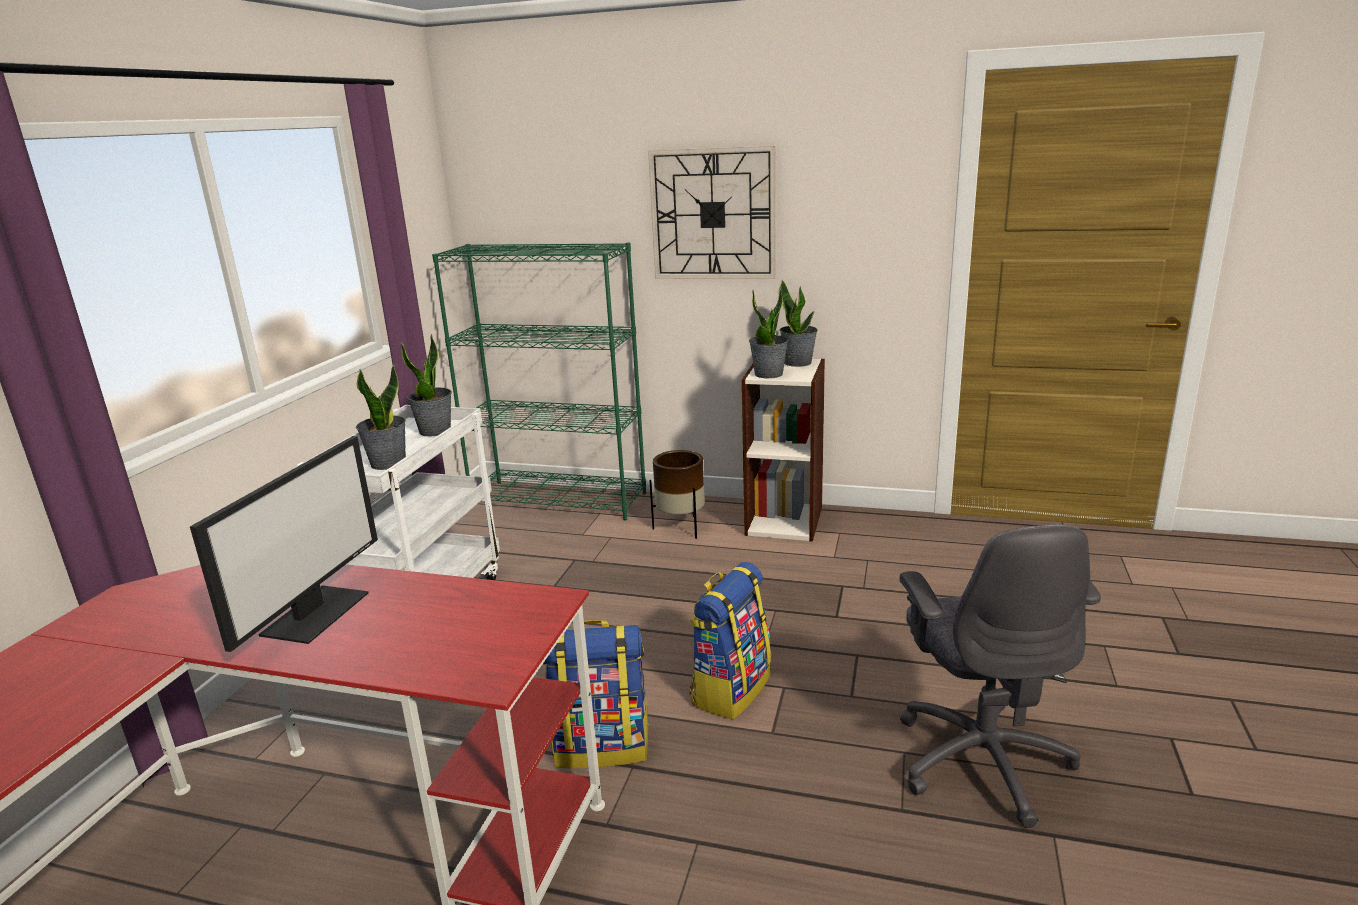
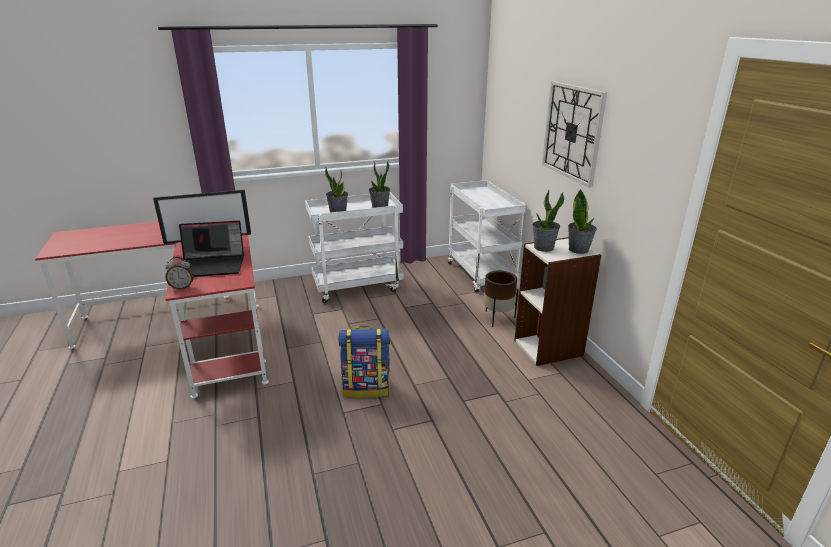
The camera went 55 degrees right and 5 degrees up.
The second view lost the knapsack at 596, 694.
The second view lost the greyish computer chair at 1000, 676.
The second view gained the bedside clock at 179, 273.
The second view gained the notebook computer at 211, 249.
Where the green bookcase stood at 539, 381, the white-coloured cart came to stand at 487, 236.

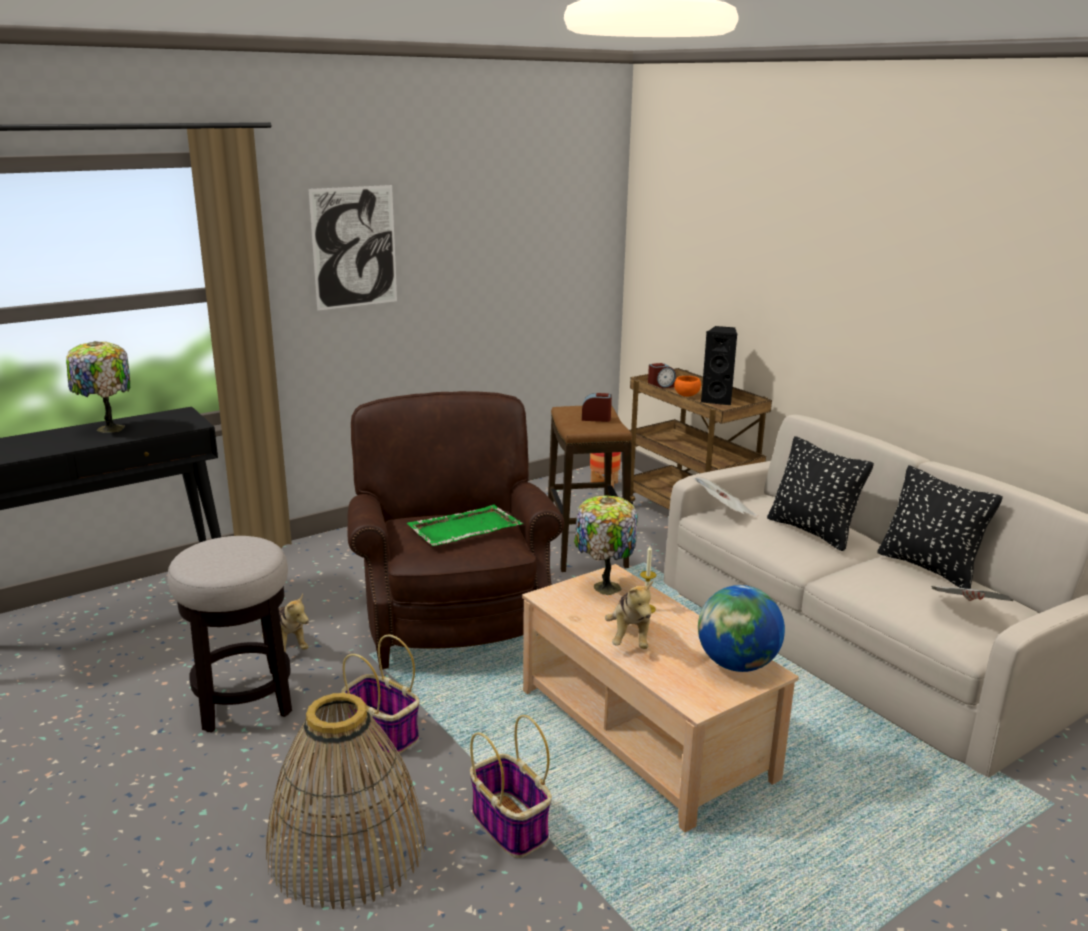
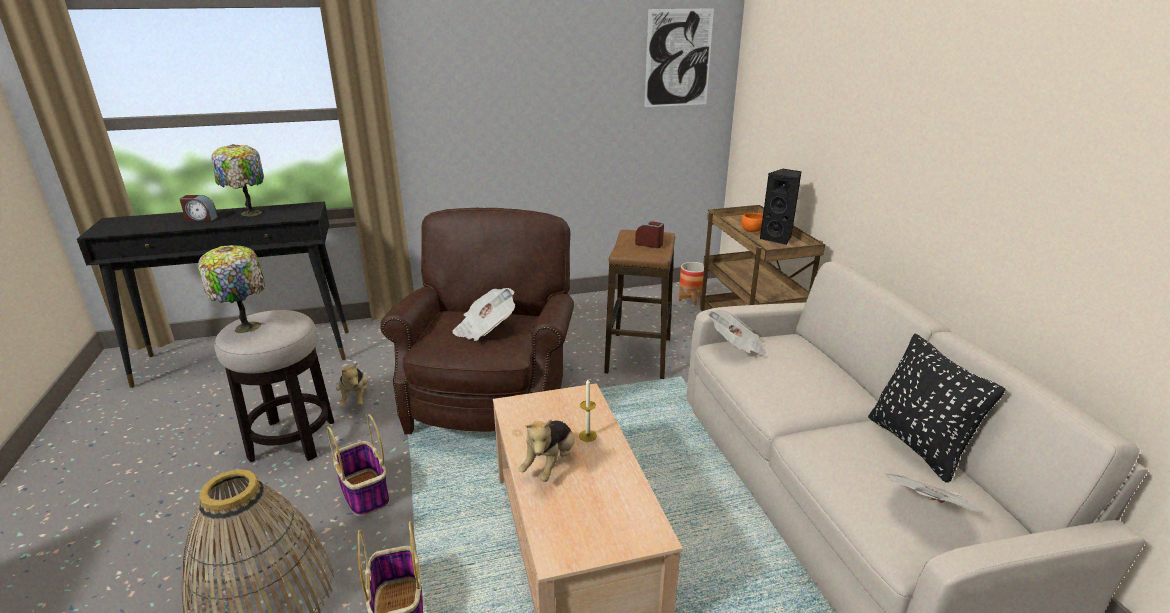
The camera went 20 degrees right and 5 degrees up.
The second view lost the desk globe at 741, 628.
The second view lost the blackish throw pillow at 820, 493.
The picture ended up elsewhere, having gone from 352, 248 to 679, 57.
The tabletop lamp ended up elsewhere, having gone from 606, 545 to 231, 289.
The bedside clock ended up elsewhere, having gone from 662, 375 to 199, 208.
Where the green carrying tray stood at 465, 525, the daily paper came to stand at 484, 314.

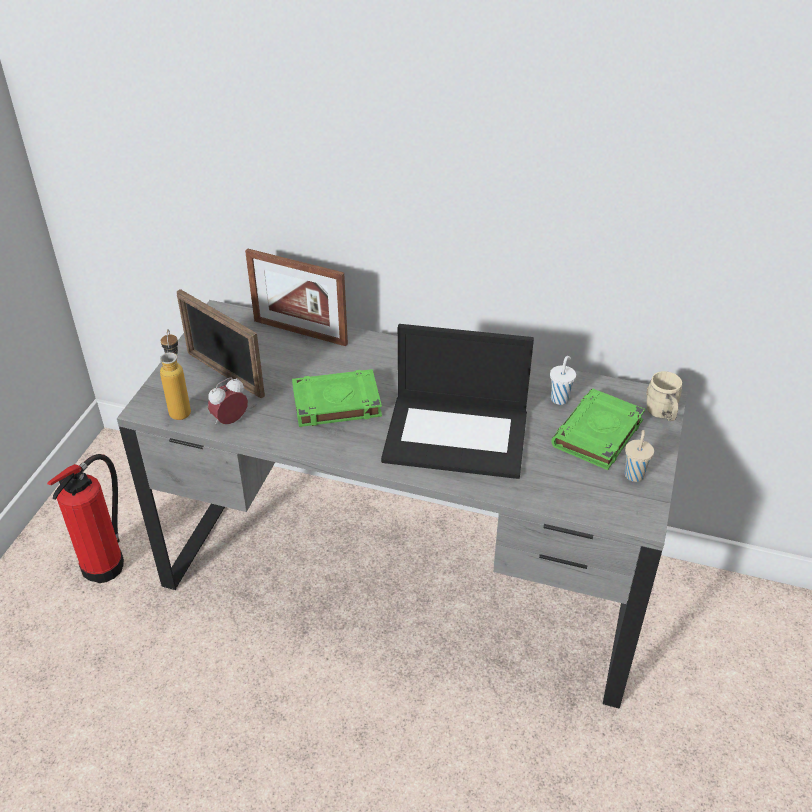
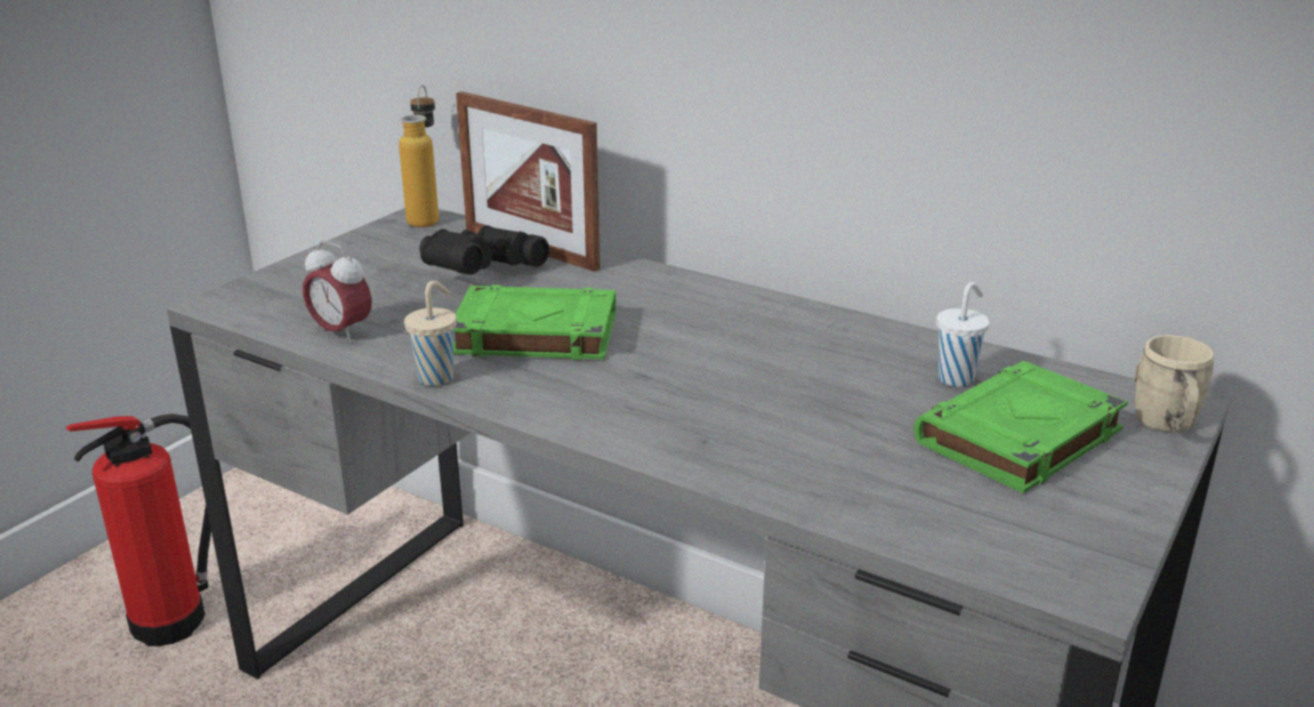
The camera went 15 degrees right and 15 degrees down.
The second view lost the picture frame at 221, 344.
The second view lost the notebook computer at 457, 401.
The second view gained the blackish pair of binoculars at 484, 250.
The beverage bottle ended up elsewhere, having gone from 175, 374 to 419, 156.
The beige-coloured cup ended up elsewhere, having gone from 639, 456 to 430, 333.
The bedside clock at 228, 400 ended up facing another way, 120 degrees counterclockwise from before.

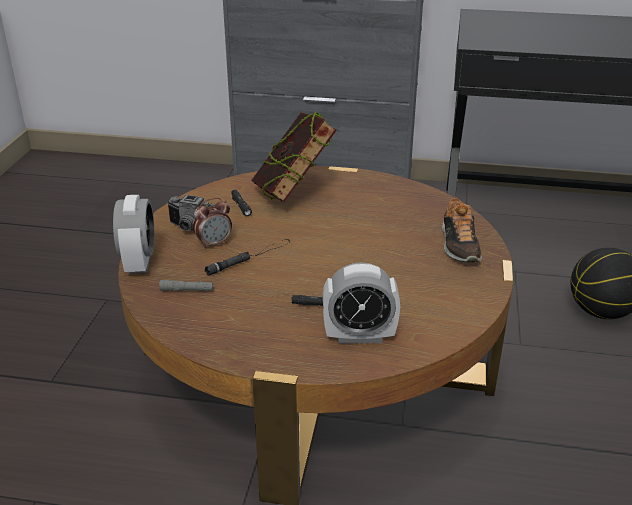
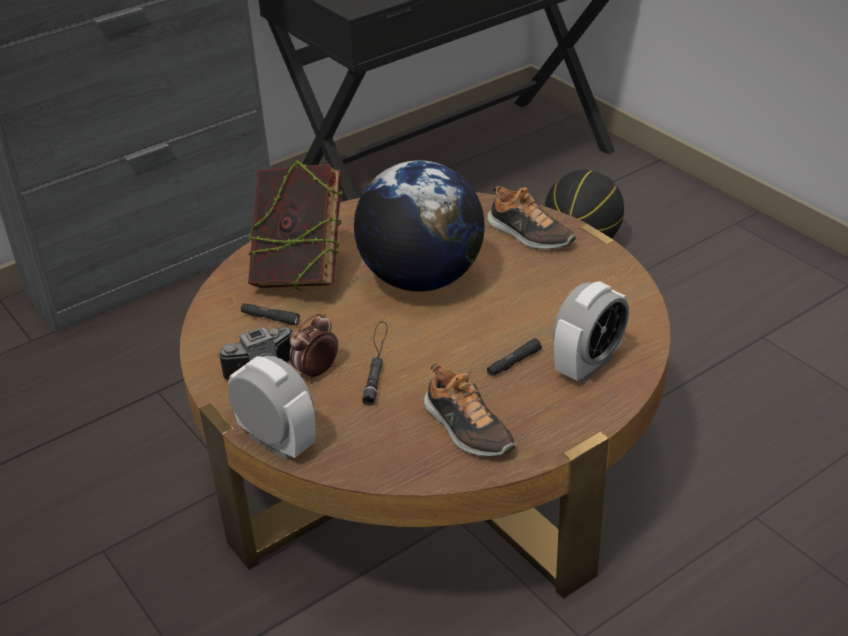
The camera went 45 degrees left and 5 degrees up.
The second view lost the greyish flashlight at 186, 285.
The second view gained the desk globe at 419, 226.
The second view gained the shoe at 470, 410.
The bedside clock at 212, 223 ended up facing another way, 150 degrees counterclockwise from before.

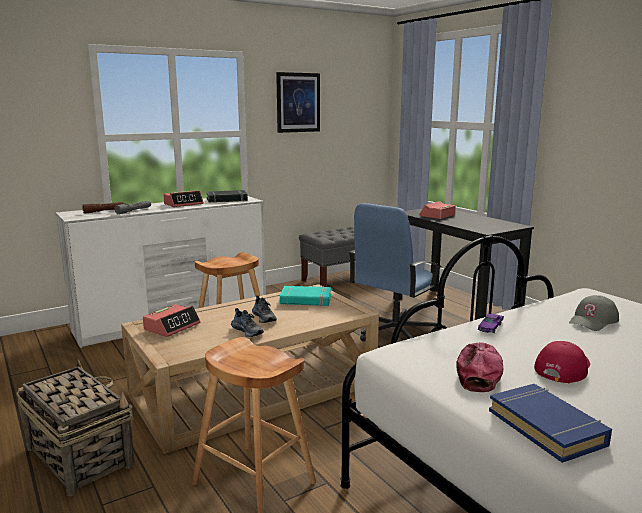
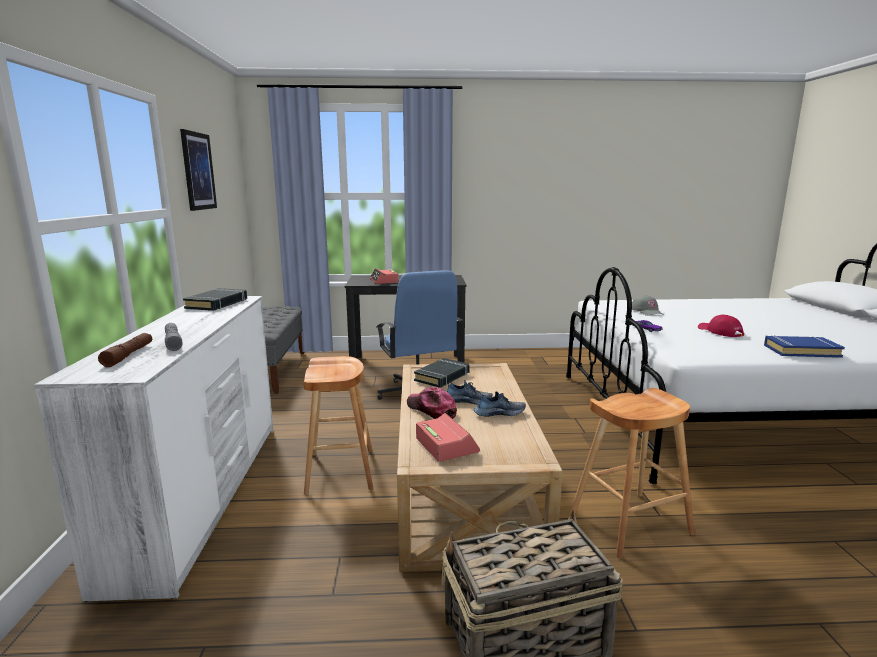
The camera went 60 degrees left and 0 degrees up.
The second view lost the bedside clock at 183, 199.
The baseball cap ended up elsewhere, having gone from 479, 367 to 432, 403.
What was the blue-green bound book at 305, 296 turned into the blackish bound book at 442, 373.

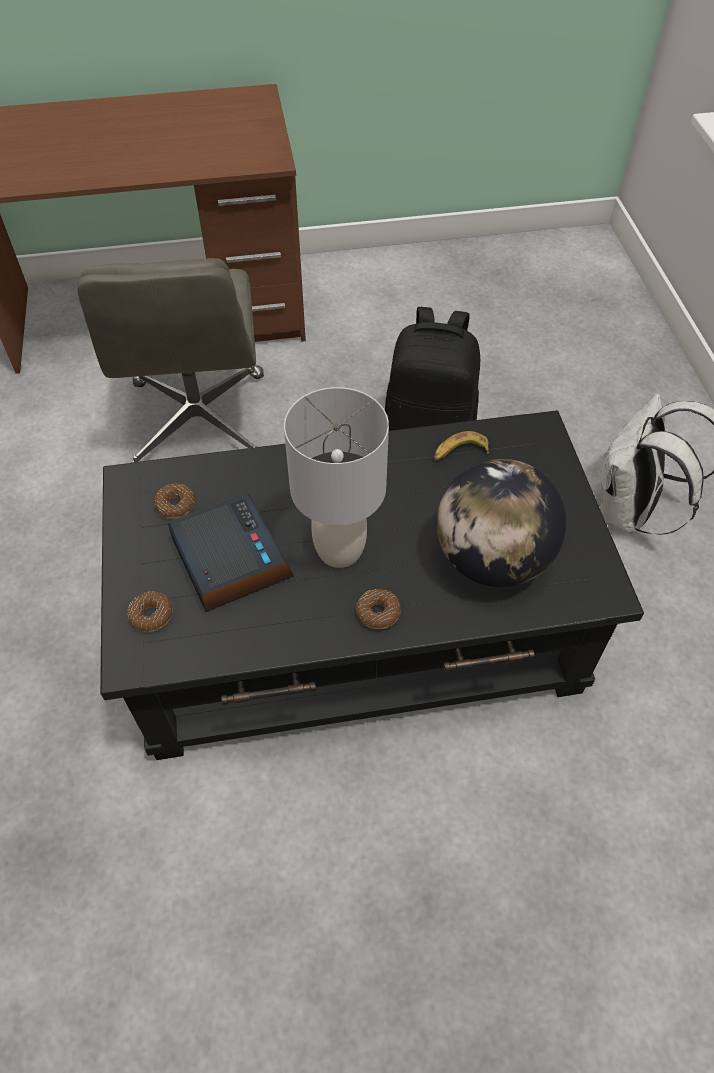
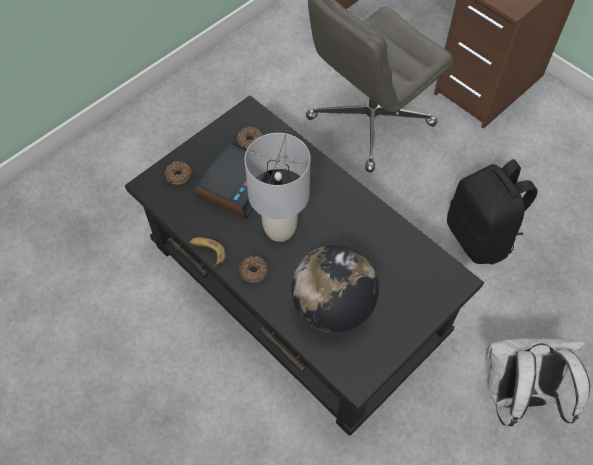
The camera went 55 degrees right and 5 degrees up.
The banana fruit ended up elsewhere, having gone from 461, 446 to 207, 252.

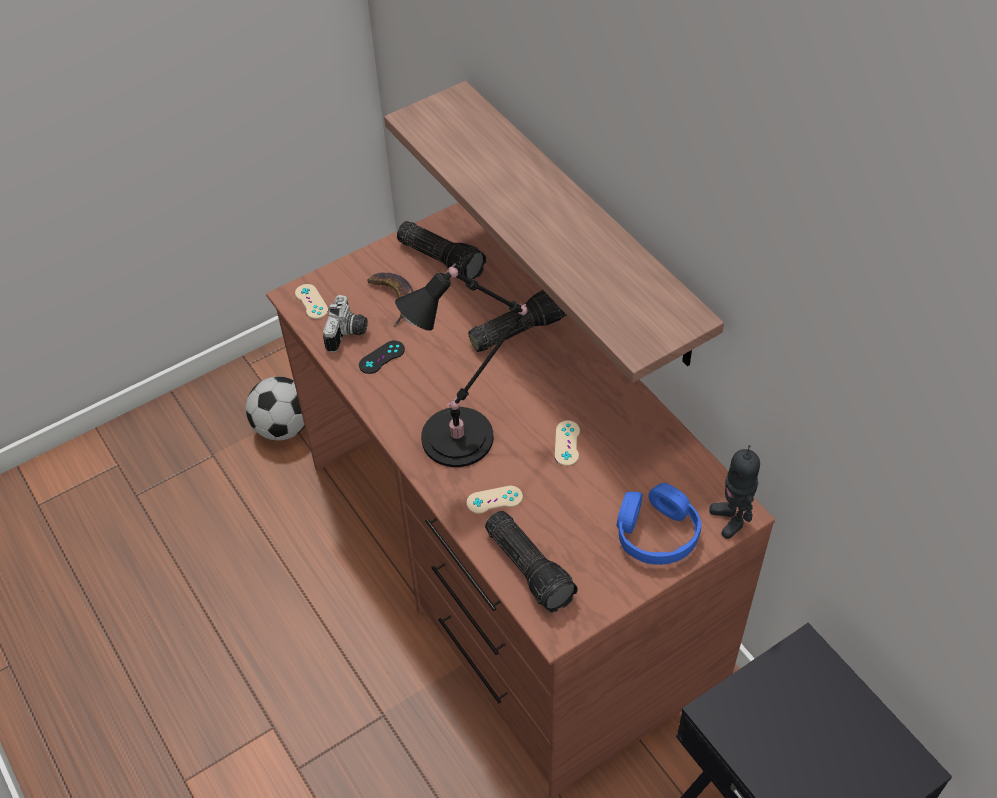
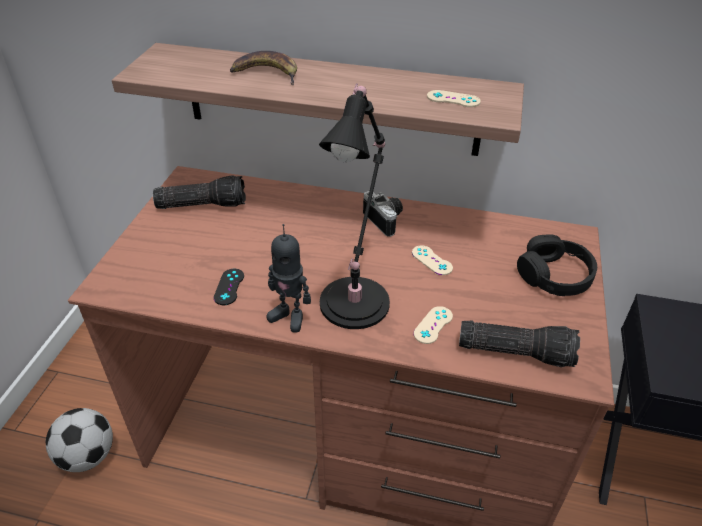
The camera went 45 degrees left and 10 degrees down.
The second view lost the flashlight at 517, 321.
The beige-coloured gamepad ended up elsewhere, having gone from 311, 301 to 454, 98.
The still camera ended up elsewhere, having gone from 345, 324 to 383, 214.
The banana fruit ended up elsewhere, having gone from 390, 299 to 263, 68.
The robot figure ended up elsewhere, having gone from 734, 492 to 288, 278.
What was the blue-coloured headphones at 659, 524 turned into the blackish headphones at 557, 265.

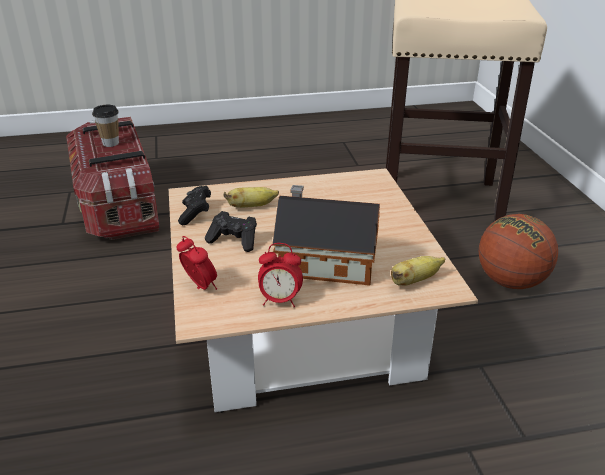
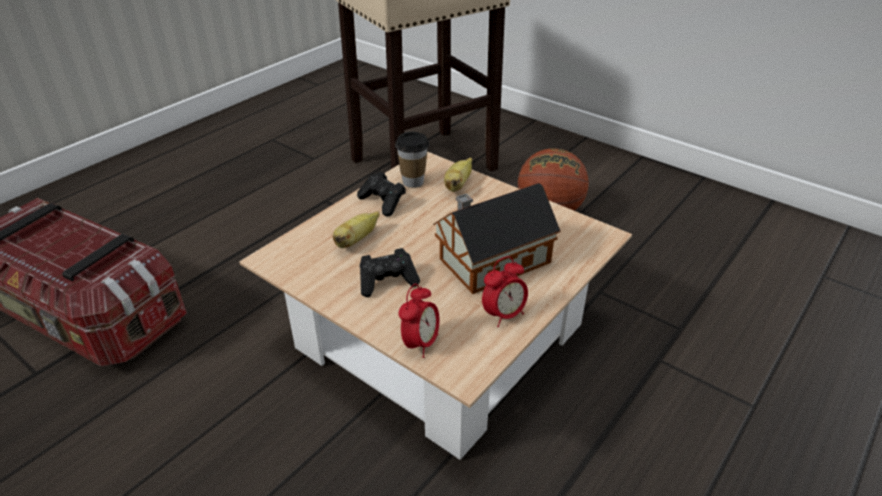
The camera went 40 degrees left and 5 degrees up.
The cup ended up elsewhere, having gone from 105, 126 to 412, 160.
The blackish gamepad ended up elsewhere, having gone from 194, 205 to 381, 193.
The banana fruit ended up elsewhere, having gone from 418, 271 to 458, 175.
The bedside clock at 196, 263 ended up facing another way, 105 degrees clockwise from before.

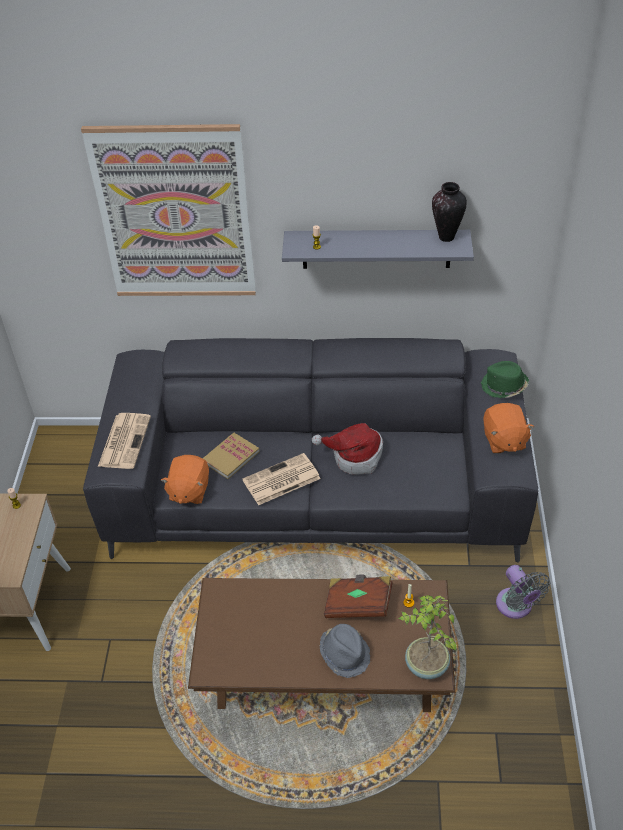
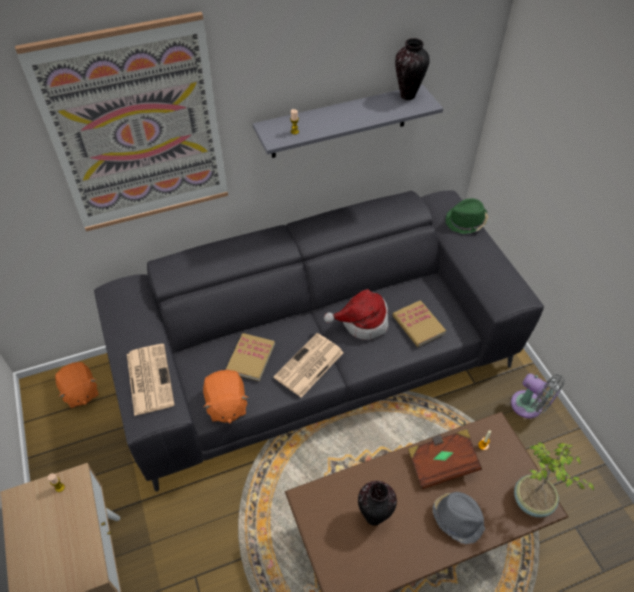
The camera went 25 degrees left and 5 degrees up.
The second view gained the decorative vase at 377, 503.
The second view gained the bound book at 419, 323.
The orangey soft toy ended up elsewhere, having gone from 508, 428 to 77, 385.

